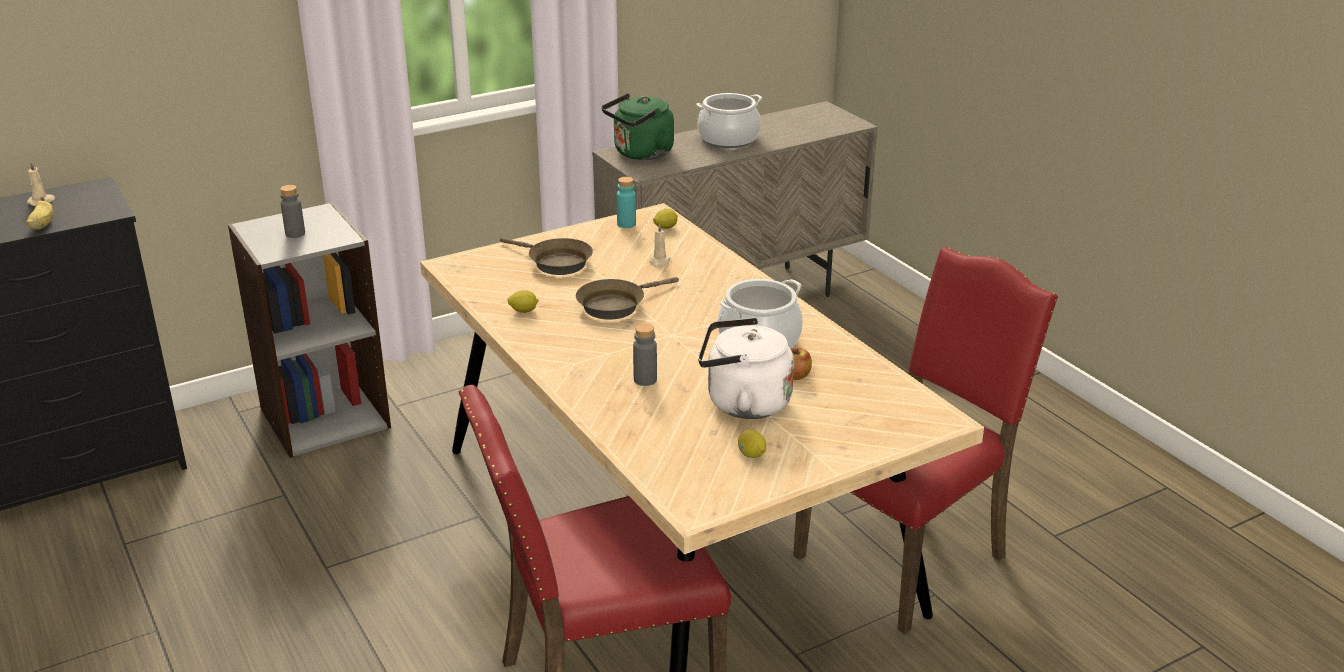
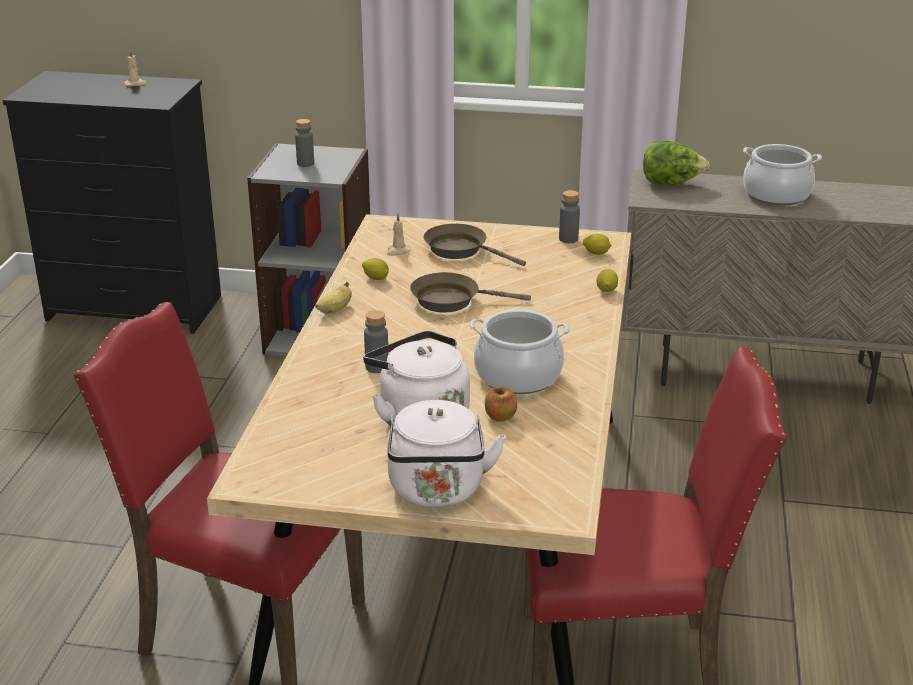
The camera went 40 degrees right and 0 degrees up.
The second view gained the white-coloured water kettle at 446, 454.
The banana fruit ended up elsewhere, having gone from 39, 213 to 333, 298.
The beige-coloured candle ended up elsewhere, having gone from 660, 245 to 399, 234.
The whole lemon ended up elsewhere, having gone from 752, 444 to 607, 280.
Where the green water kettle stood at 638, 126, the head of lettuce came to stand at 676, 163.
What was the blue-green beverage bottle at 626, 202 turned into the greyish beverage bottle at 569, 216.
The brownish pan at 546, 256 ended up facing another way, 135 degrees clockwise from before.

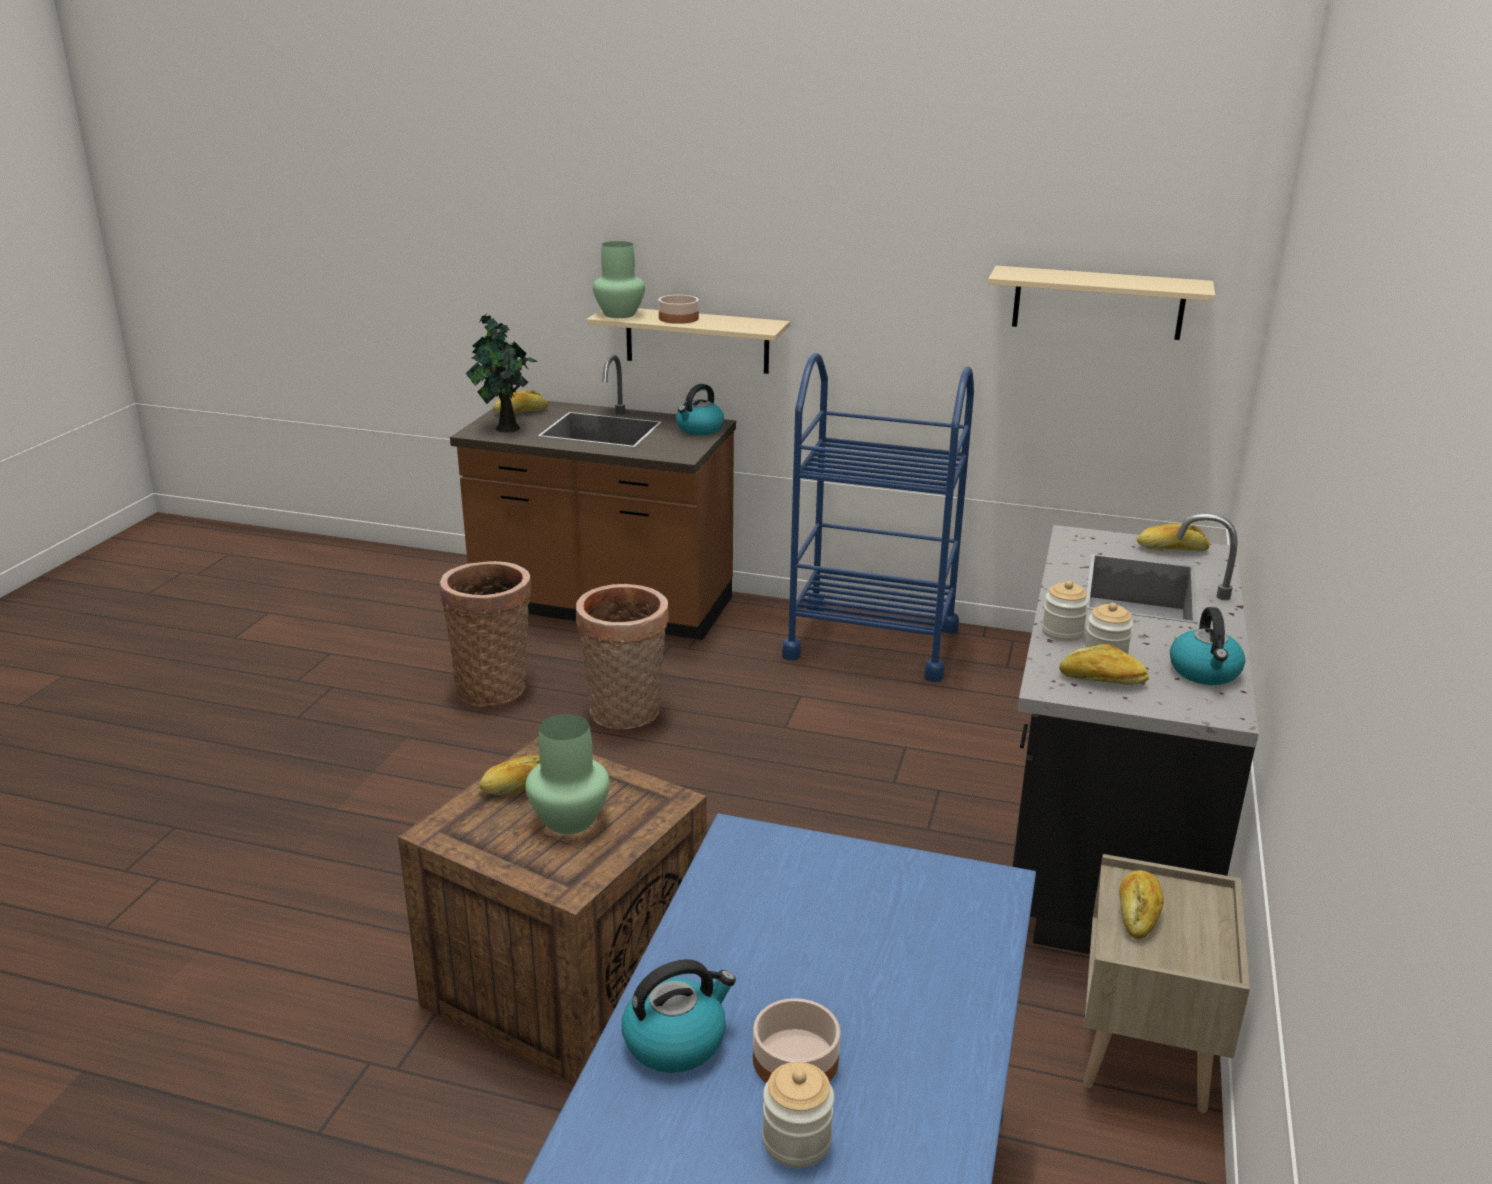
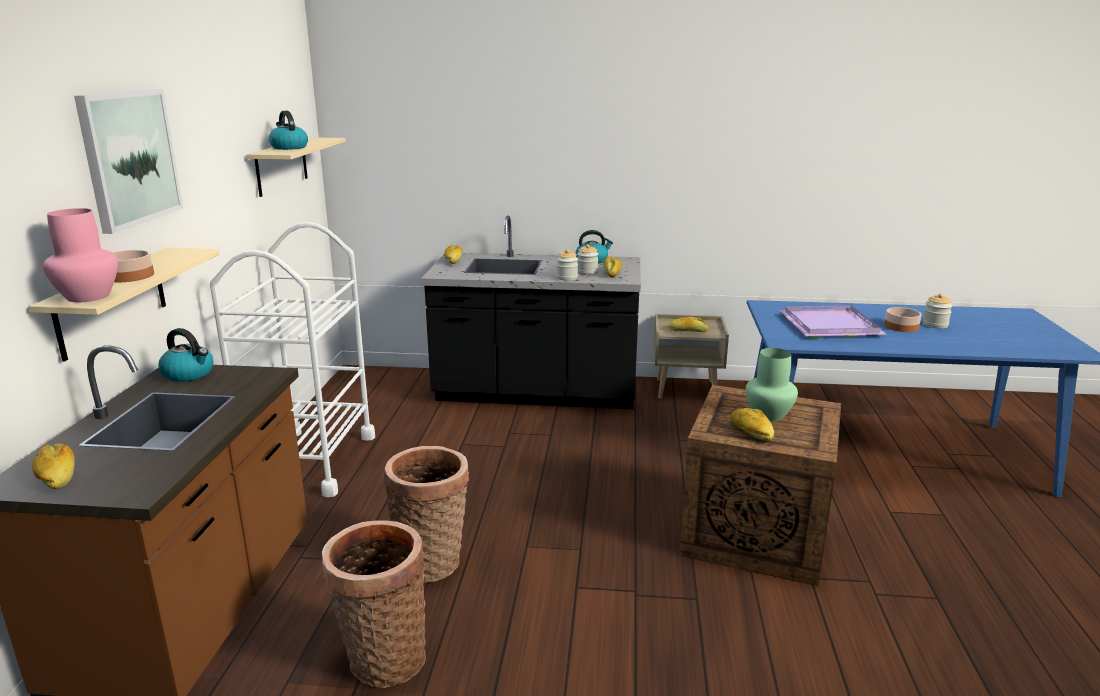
The camera went 100 degrees left and 5 degrees down.
The second view lost the plant in a pot at 502, 373.
The second view gained the picture at 128, 161.
The second view gained the purple-coloured carrying tray at 833, 321.
The water kettle ended up elsewhere, having gone from 679, 1016 to 288, 130.
What was the green decorative vase at 618, 279 turned into the pink decorative vase at 80, 255.
What was the blue-coloured cart at 878, 517 turned into the white-coloured cart at 292, 359.

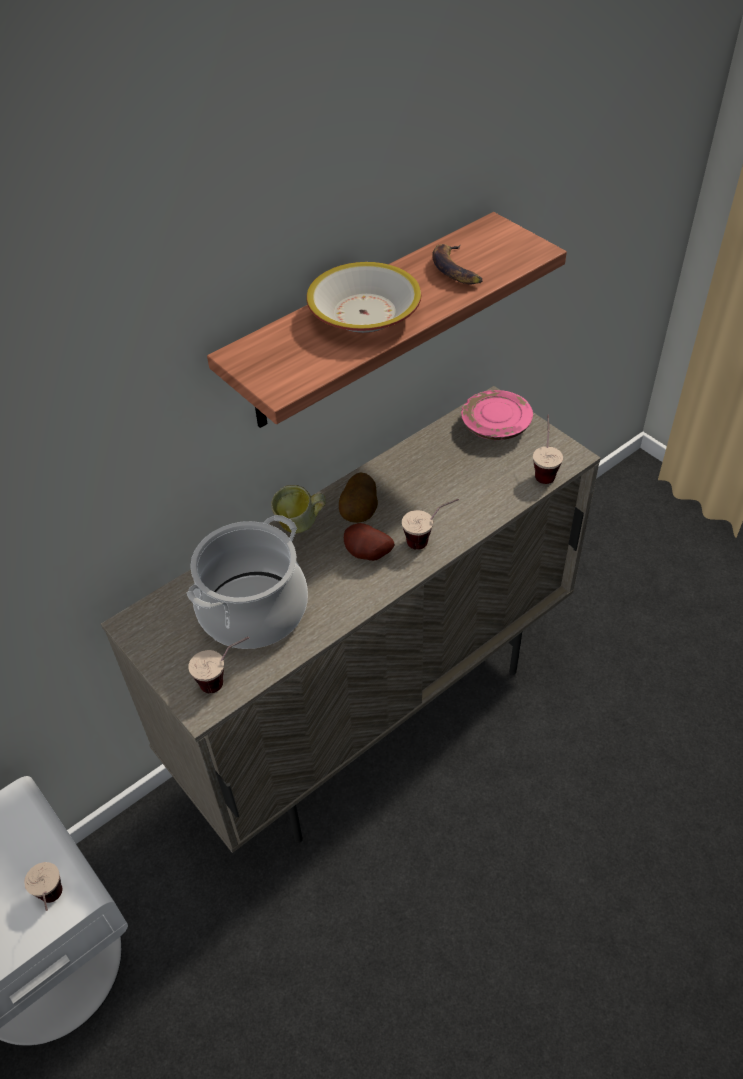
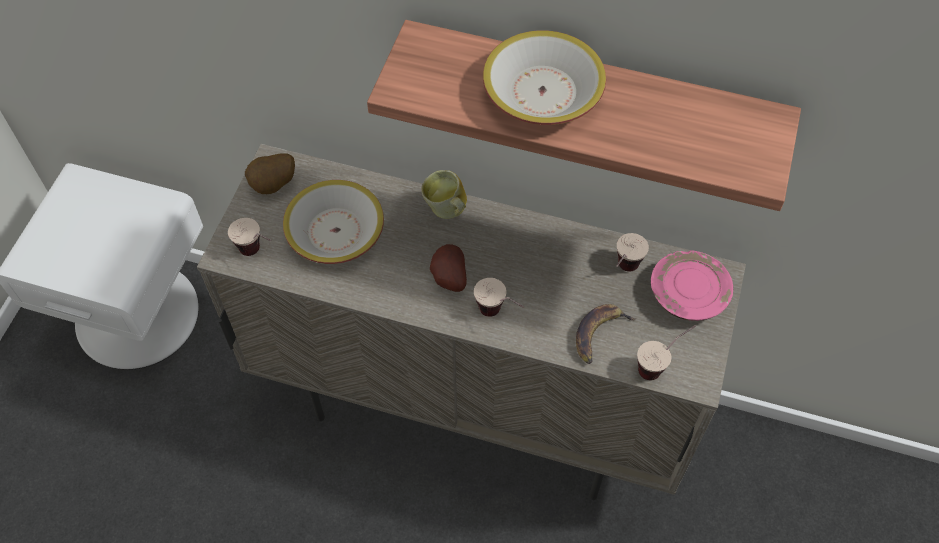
The camera went 55 degrees right and 10 degrees up.
The cup ended up elsewhere, having gone from 43, 886 to 632, 252.
The whole potato ended up elsewhere, having gone from 358, 497 to 270, 173.
The banana fruit ended up elsewhere, having gone from 457, 264 to 606, 334.
Where the cooking pot stood at 247, 582, the deep dish came to stand at 333, 222.

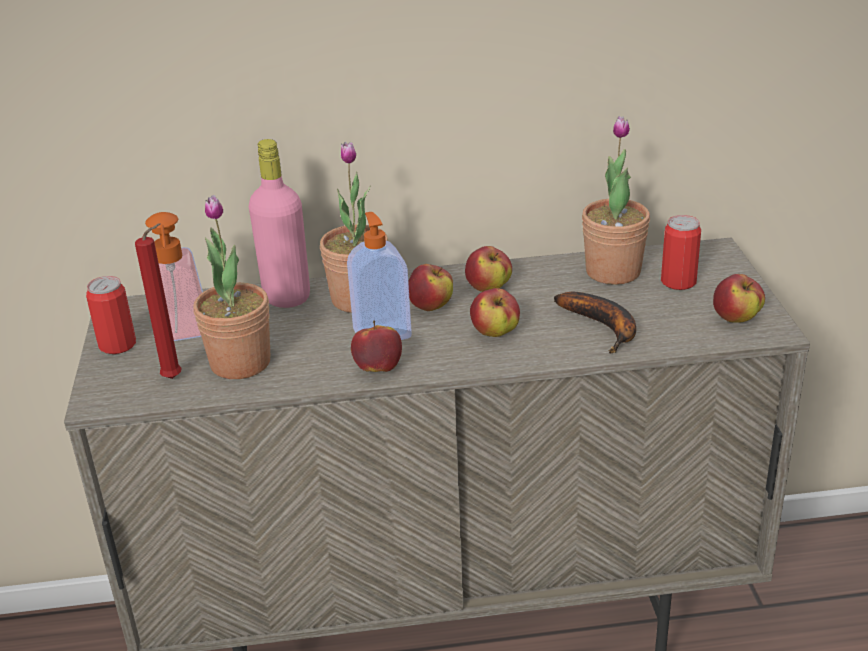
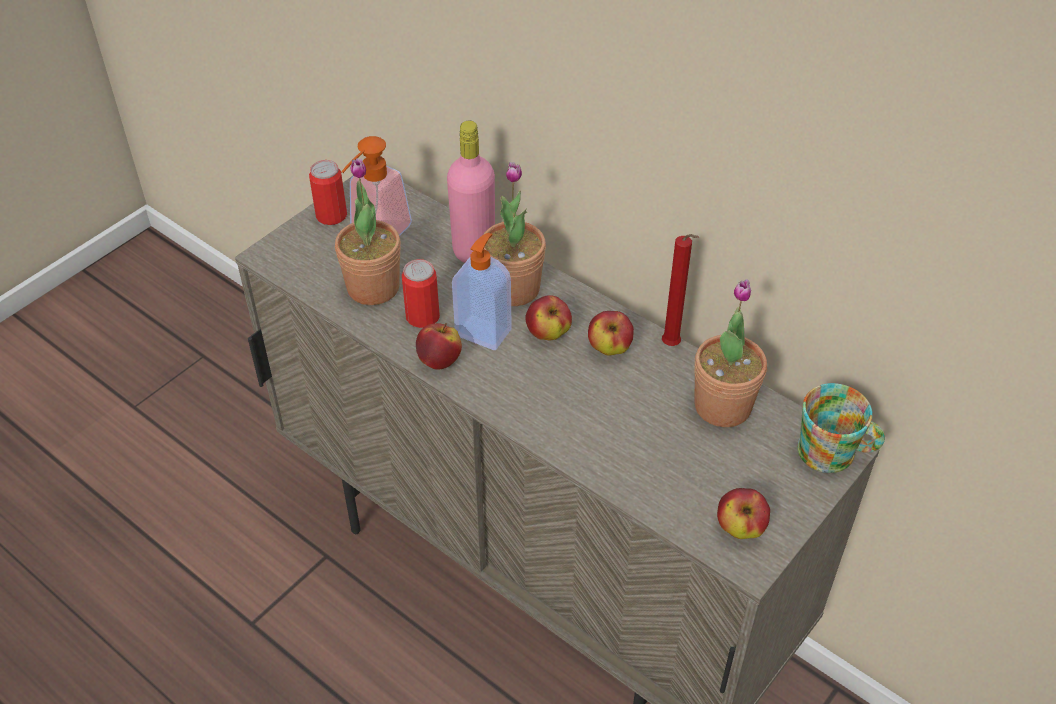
The camera went 45 degrees right and 15 degrees up.
The second view lost the whole apple at 495, 312.
The second view lost the banana fruit at 595, 323.
The second view gained the mug at 841, 428.
The reddish candle ended up elsewhere, having gone from 158, 301 to 680, 290.
The can ended up elsewhere, having gone from 681, 252 to 421, 293.

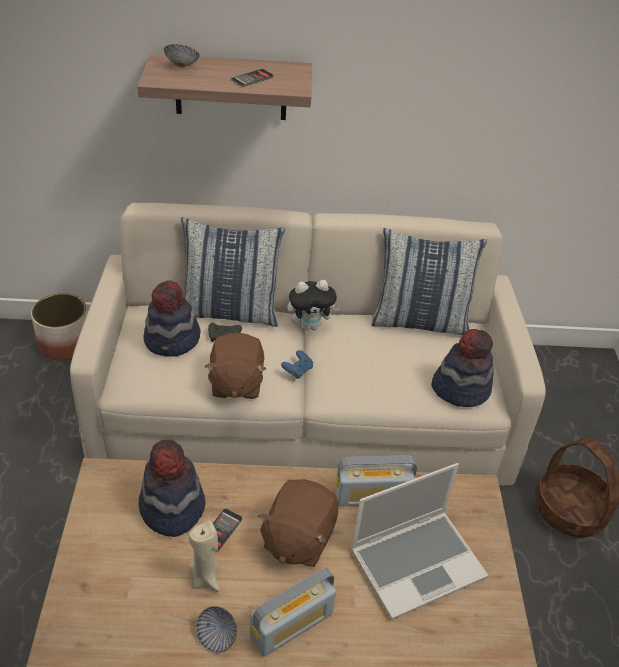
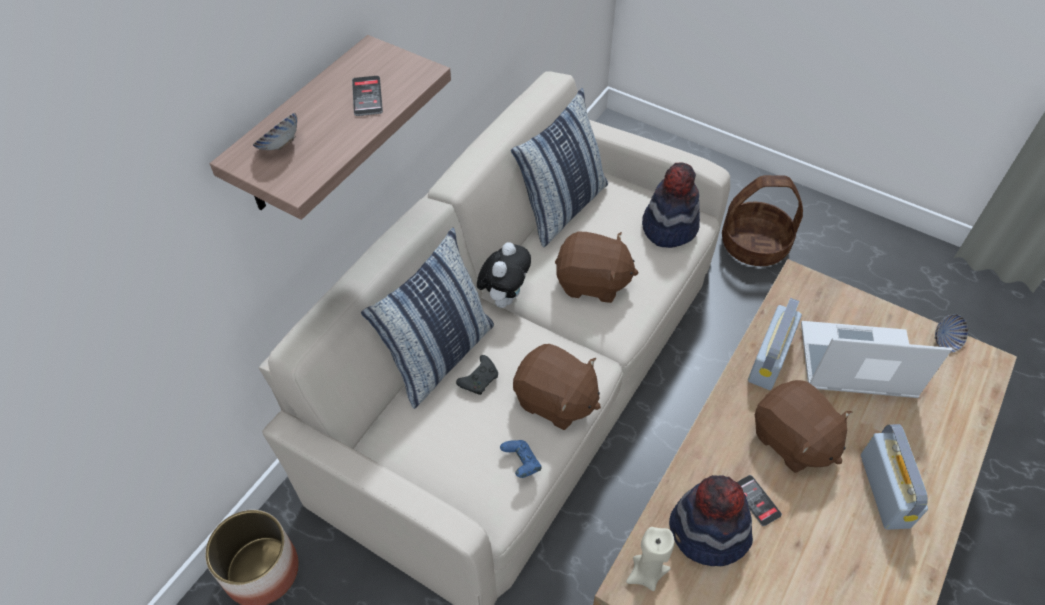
The camera went 55 degrees left and 10 degrees up.
The second view lost the clothing hat at 172, 318.
The second view gained the brownish soft toy at 596, 267.
The beige-coloured candle ended up elsewhere, having gone from 204, 556 to 650, 559.
The deep dish ended up elsewhere, having gone from 216, 629 to 951, 333.
The blue-coloured gamepad ended up elsewhere, having gone from 297, 364 to 521, 459.
The notebook computer at 420, 541 ended up facing another way, 90 degrees counterclockwise from before.

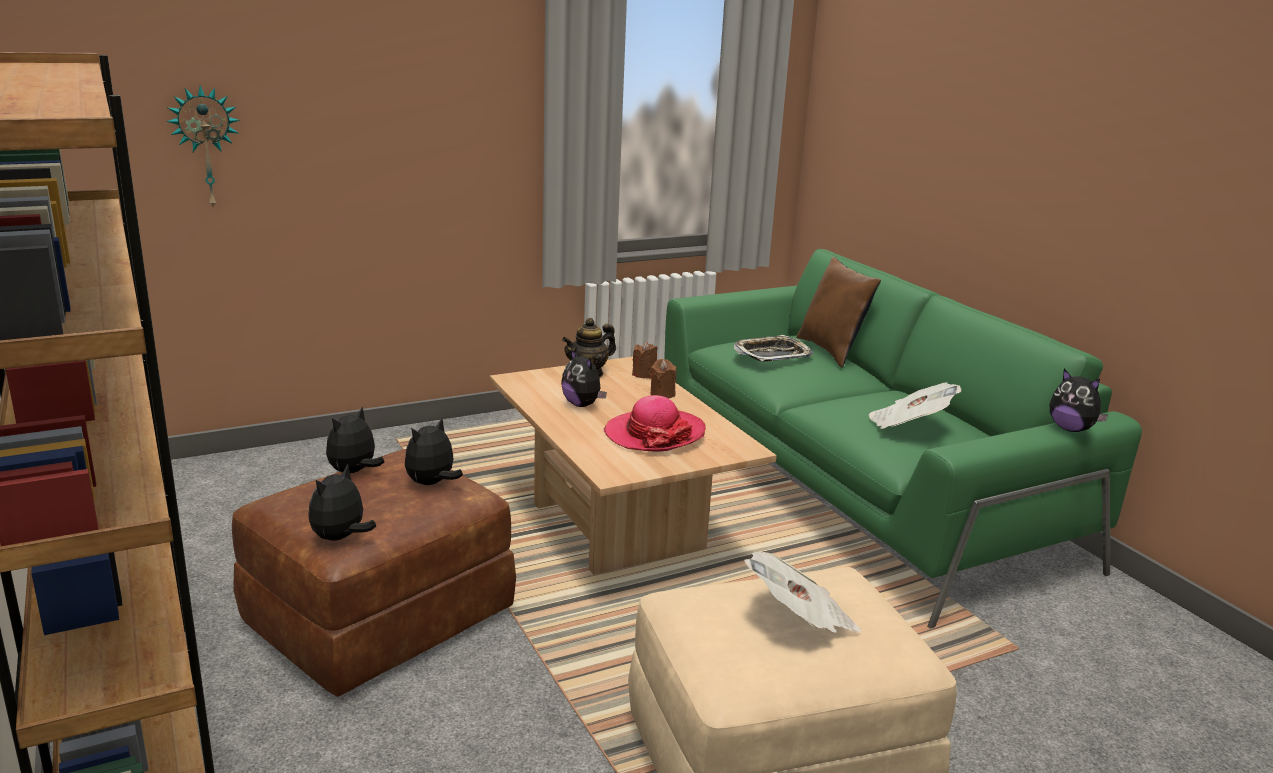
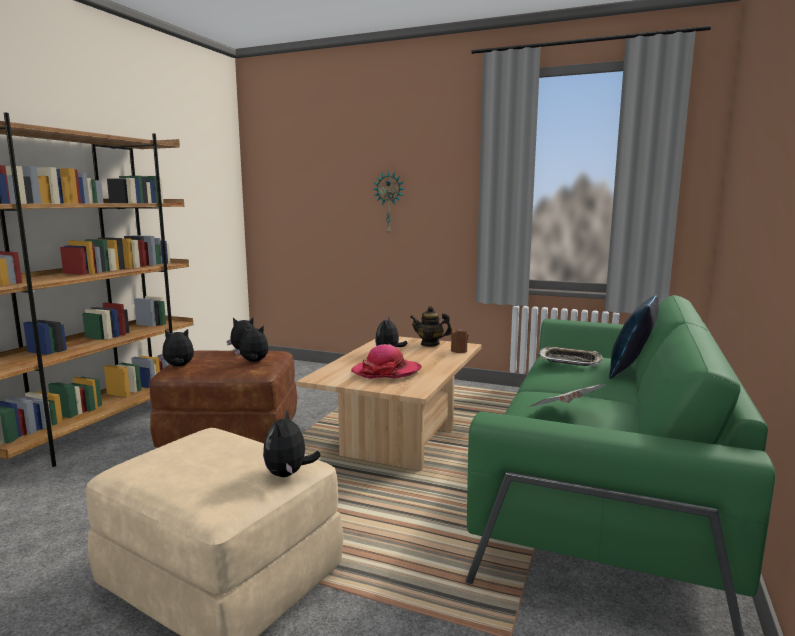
The camera went 50 degrees right and 10 degrees down.
The second view lost the brownish candle at 663, 379.
The second view lost the daily paper at 803, 592.
The wall clock ended up elsewhere, having gone from 203, 147 to 388, 203.
The soft toy ended up elsewhere, having gone from 1079, 400 to 292, 443.
What was the brownish throw pillow at 838, 312 turned into the blue-coloured throw pillow at 634, 337.

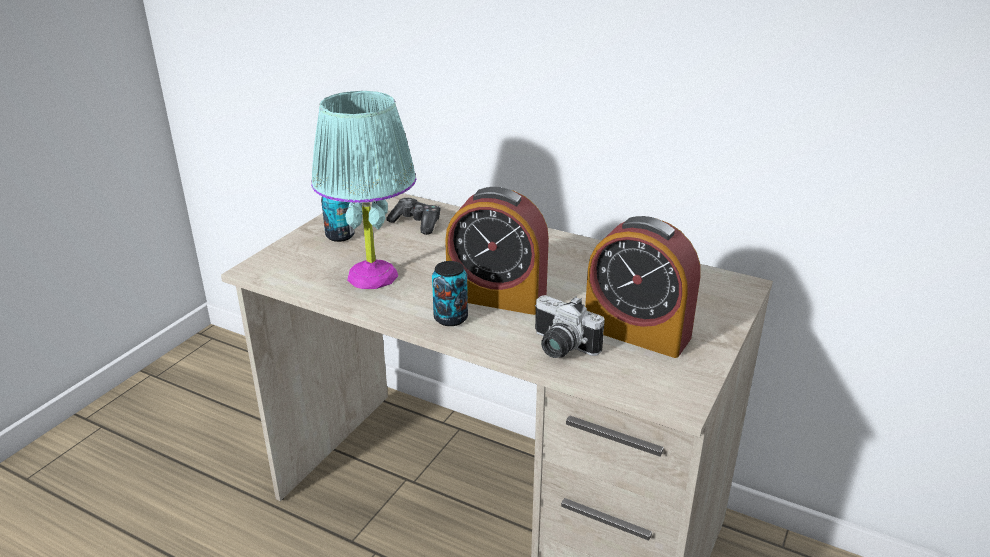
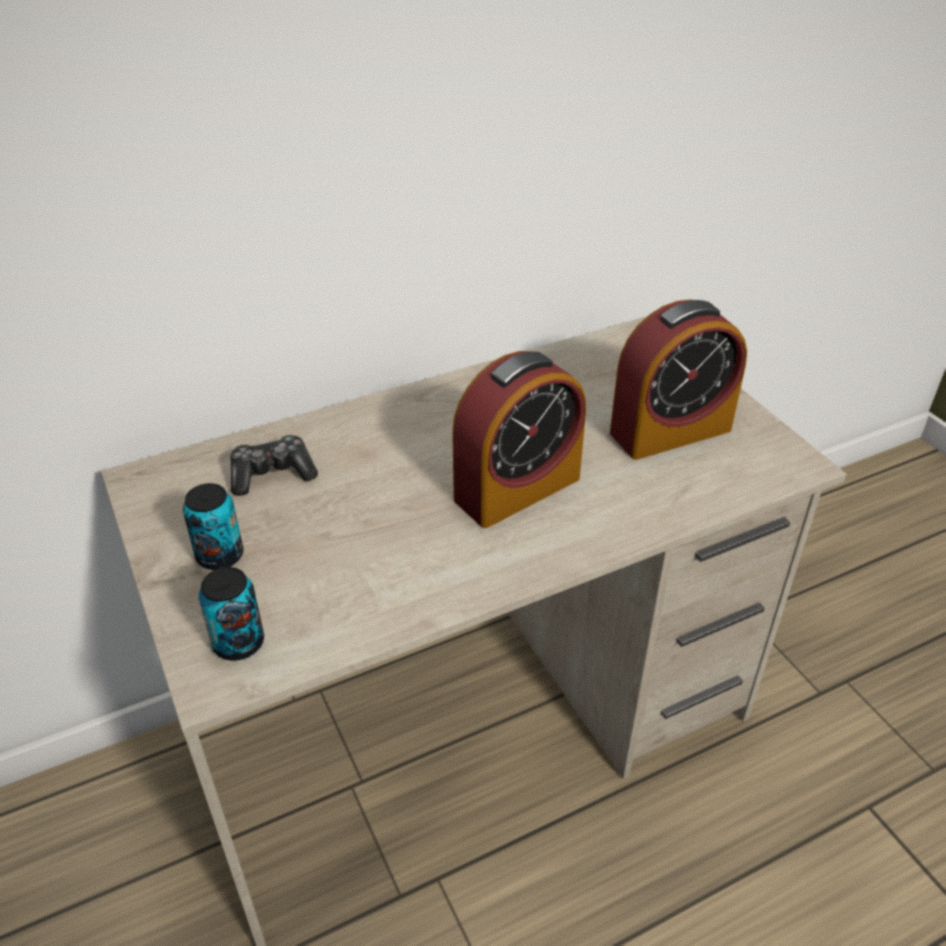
The camera went 55 degrees left and 10 degrees up.
The second view lost the blue-green tabletop lamp at 364, 190.
The second view lost the still camera at 570, 326.
The can ended up elsewhere, having gone from 450, 293 to 231, 614.

